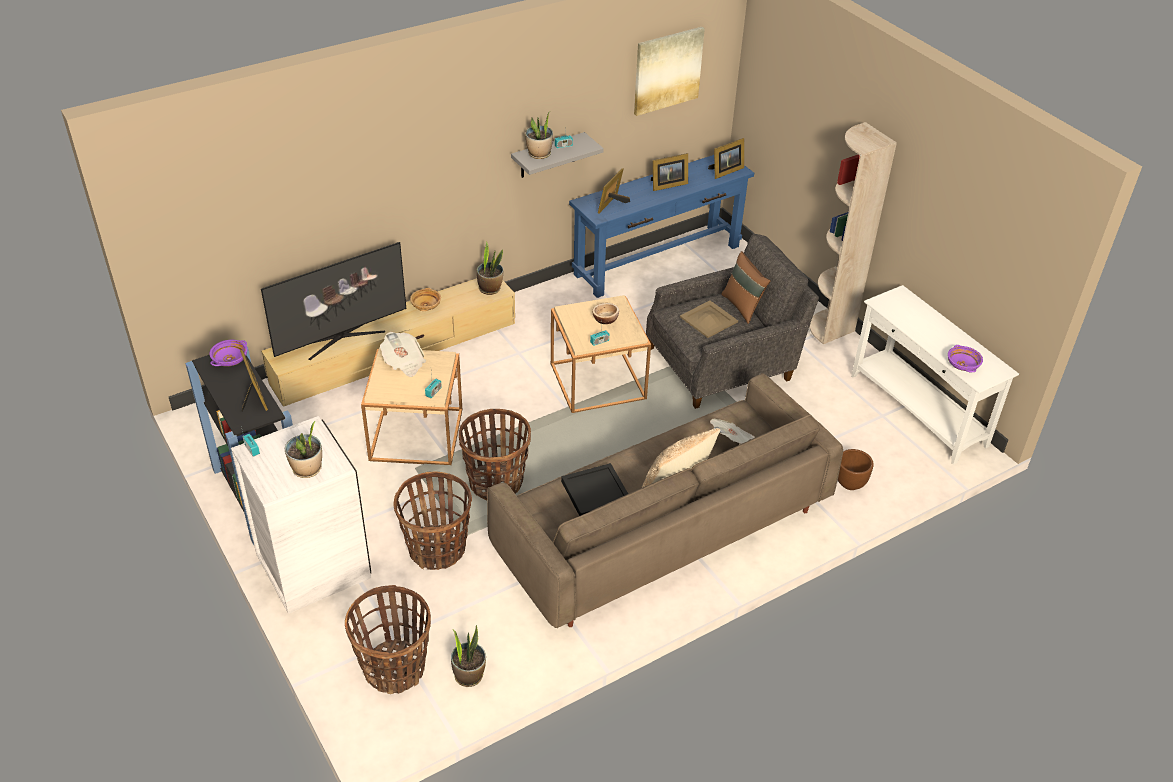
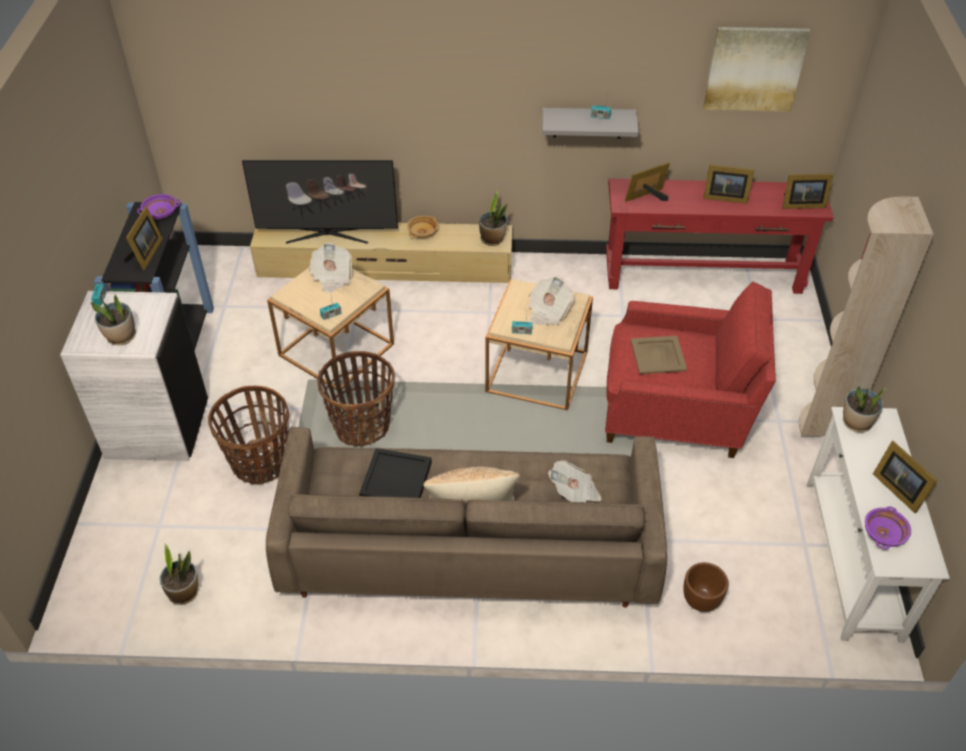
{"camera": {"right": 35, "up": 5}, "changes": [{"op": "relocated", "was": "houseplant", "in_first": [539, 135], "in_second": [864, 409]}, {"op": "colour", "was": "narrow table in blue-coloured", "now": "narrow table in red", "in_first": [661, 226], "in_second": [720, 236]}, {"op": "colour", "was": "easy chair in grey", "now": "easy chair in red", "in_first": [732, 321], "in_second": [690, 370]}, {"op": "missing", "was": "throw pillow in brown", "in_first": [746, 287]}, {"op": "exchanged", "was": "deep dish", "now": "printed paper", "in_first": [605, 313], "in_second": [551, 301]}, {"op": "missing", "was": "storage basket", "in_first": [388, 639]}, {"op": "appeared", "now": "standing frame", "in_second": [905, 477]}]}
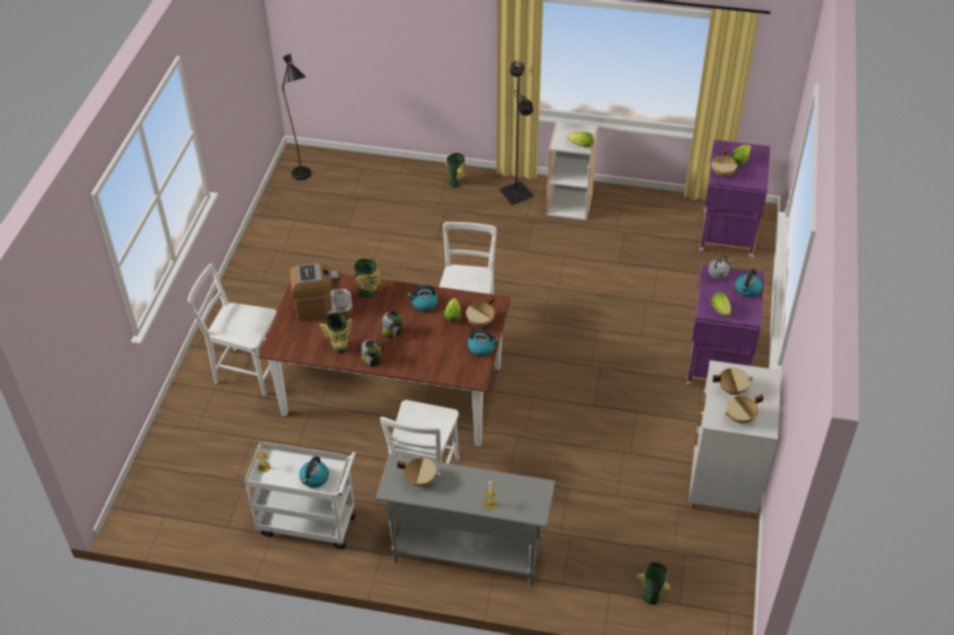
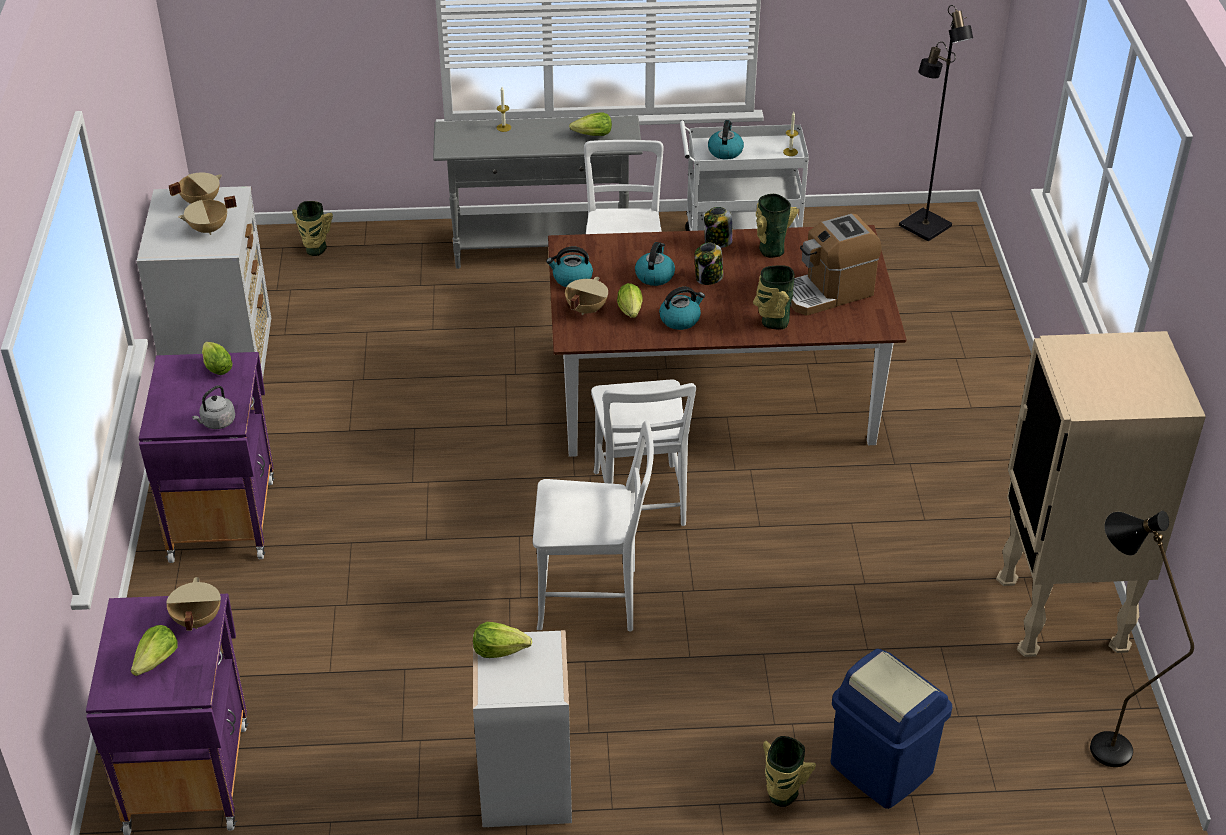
{"camera": {"right": 165, "up": -5}, "changes": [{"op": "relocated", "was": "standing lamp in black", "in_first": [516, 132], "in_second": [936, 123]}, {"op": "relocated", "was": "chair in whitish", "in_first": [232, 330], "in_second": [593, 526]}, {"op": "relocated", "was": "kettle", "in_first": [748, 283], "in_second": [655, 264]}, {"op": "exchanged", "was": "saucepot in beige-coloured", "now": "lettuce head", "in_first": [418, 472], "in_second": [590, 124]}, {"op": "appeared", "now": "storage cabinet in beige-coloured", "in_second": [1101, 494]}, {"op": "appeared", "now": "waste bin in blue-coloured", "in_second": [891, 729]}]}
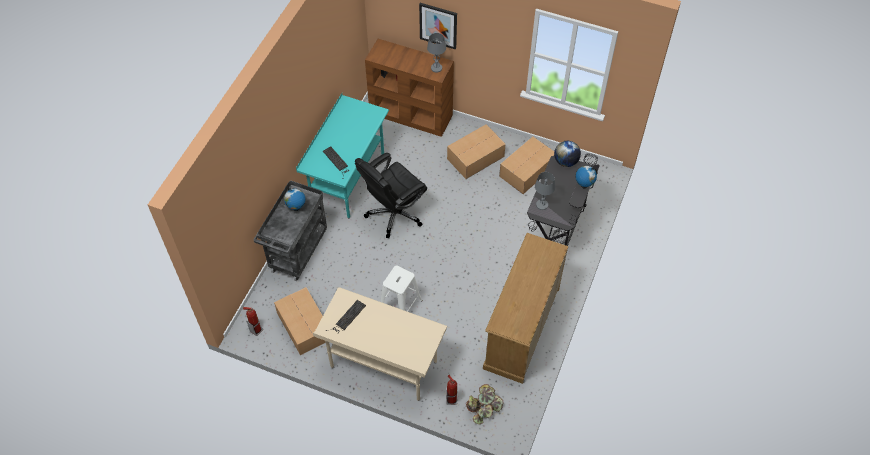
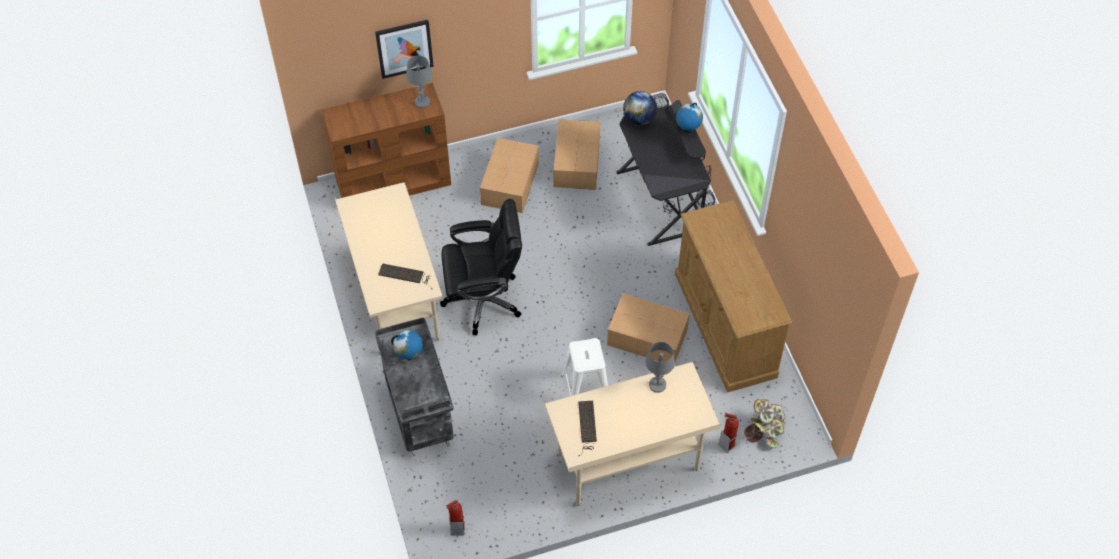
{"camera": {"right": -40, "up": 0}, "changes": [{"op": "colour", "was": "desk unit in turquoise-coloured", "now": "desk unit in beige-coloured", "in_first": [342, 156], "in_second": [389, 261]}, {"op": "spun", "was": "computer chair in black", "in_first": [391, 195], "in_second": [481, 267], "clockwise": -105}, {"op": "relocated", "was": "tabletop lamp in grey", "in_first": [545, 191], "in_second": [660, 367]}, {"op": "relocated", "was": "carton", "in_first": [300, 321], "in_second": [648, 327]}]}
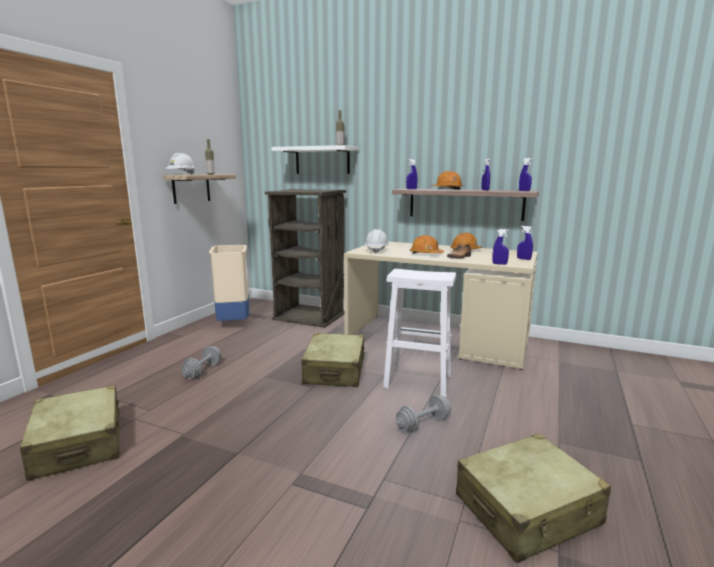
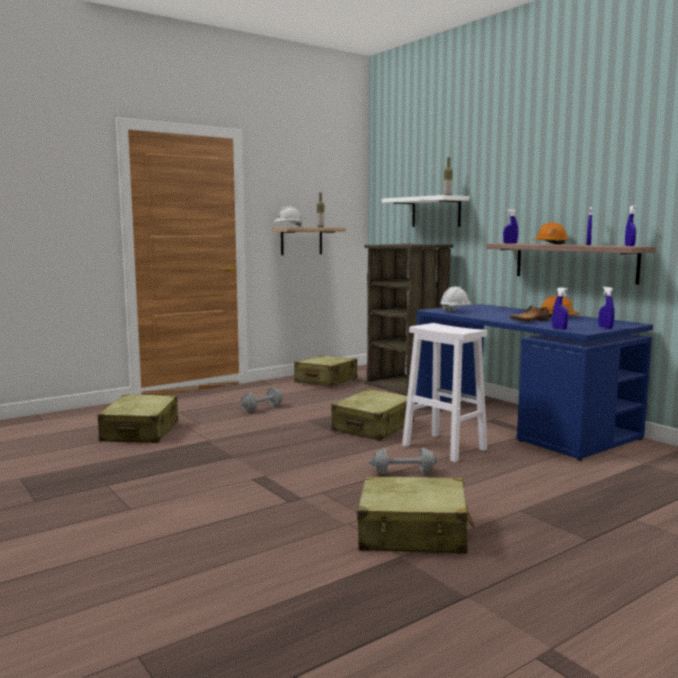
{"camera": {"right": 30, "up": -5}, "changes": [{"op": "missing", "was": "hard hat in orange-coloured", "in_first": [427, 244]}, {"op": "colour", "was": "desk unit in beige-coloured", "now": "desk unit in blue-coloured", "in_first": [441, 306], "in_second": [534, 382]}, {"op": "exchanged", "was": "waste bin in beige-coloured", "now": "travel case in beige-coloured", "in_first": [229, 283], "in_second": [325, 371]}]}
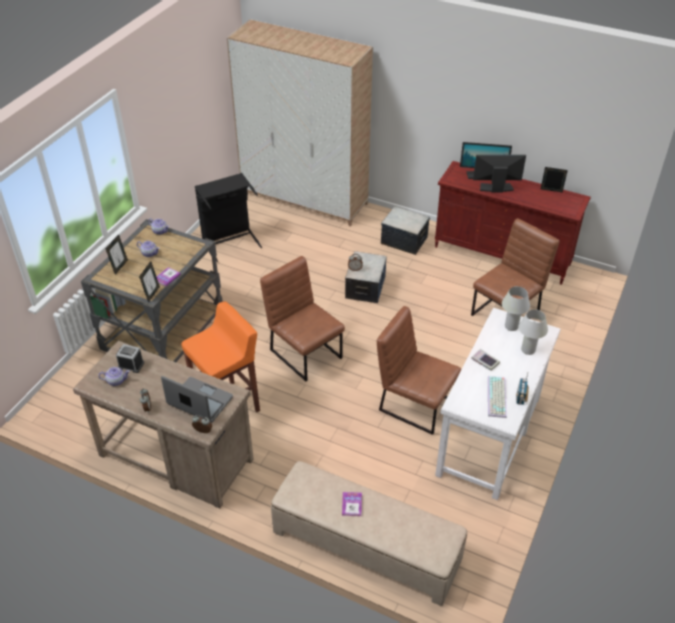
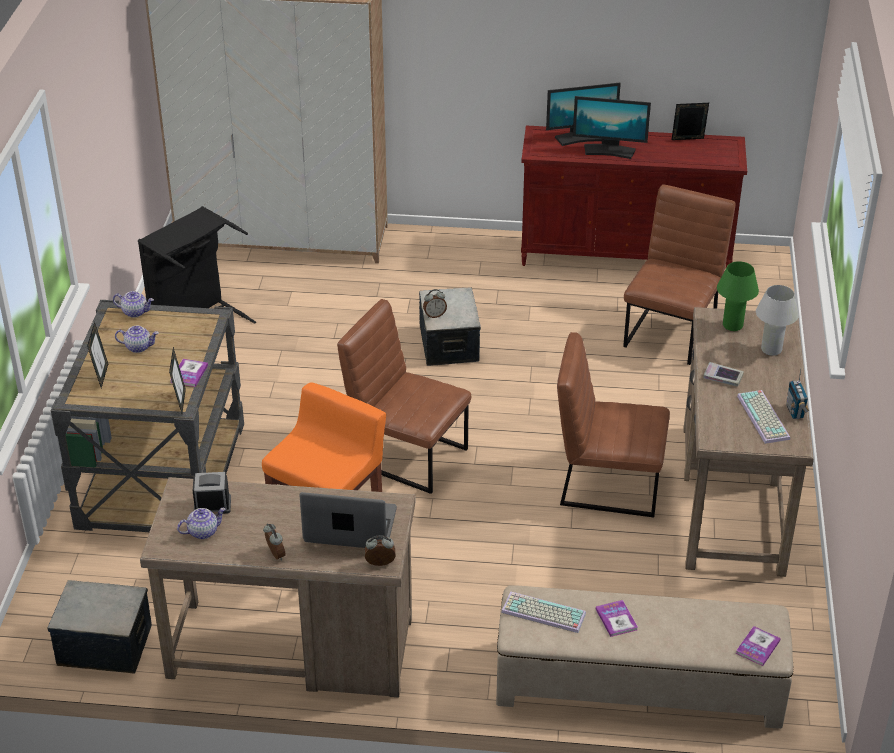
{"camera": {"right": -20, "up": -5}, "changes": [{"op": "spun", "was": "monitor", "in_first": [499, 174], "in_second": [612, 127], "clockwise": -150}, {"op": "relocated", "was": "storage container", "in_first": [405, 230], "in_second": [100, 627]}, {"op": "colour", "was": "tabletop lamp in whitish", "now": "tabletop lamp in greenish", "in_first": [516, 308], "in_second": [738, 296]}, {"op": "colour", "was": "desk unit in whitish", "now": "desk unit in brown", "in_first": [498, 404], "in_second": [749, 442]}, {"op": "appeared", "now": "computer keyboard", "in_second": [543, 612]}, {"op": "appeared", "now": "bound book", "in_second": [758, 646]}]}
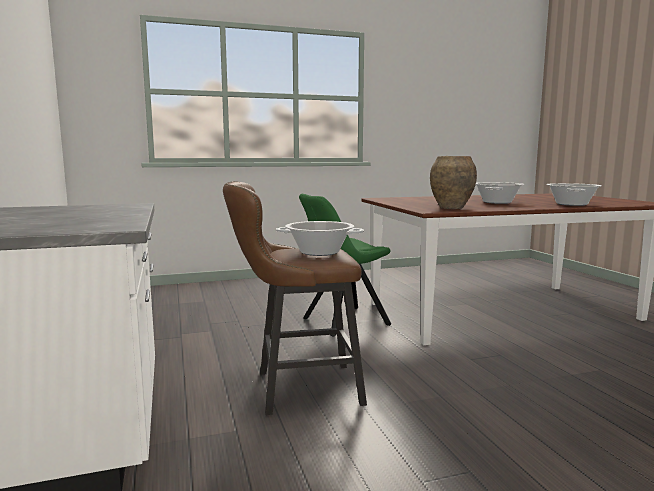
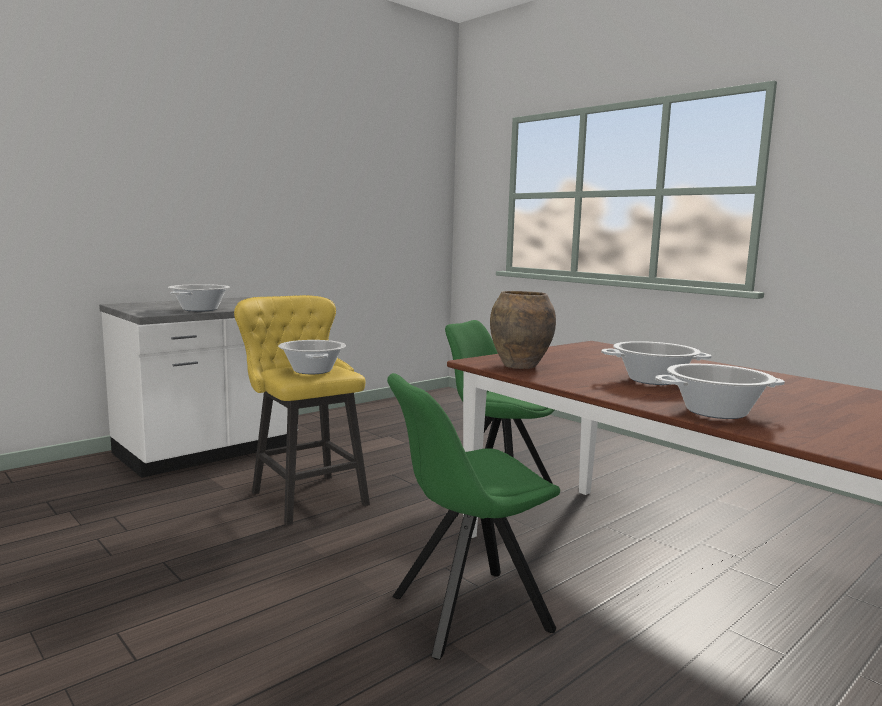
{"camera": {"right": 65, "up": 0}, "changes": [{"op": "colour", "was": "stool seat in brown", "now": "stool seat in yellowish", "in_first": [295, 298], "in_second": [302, 410]}, {"op": "appeared", "now": "saucepot", "in_second": [199, 298]}, {"op": "appeared", "now": "chair in greenish", "in_second": [473, 516]}]}
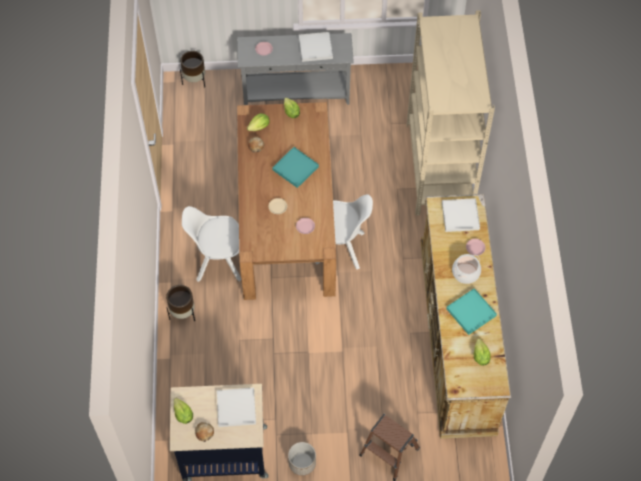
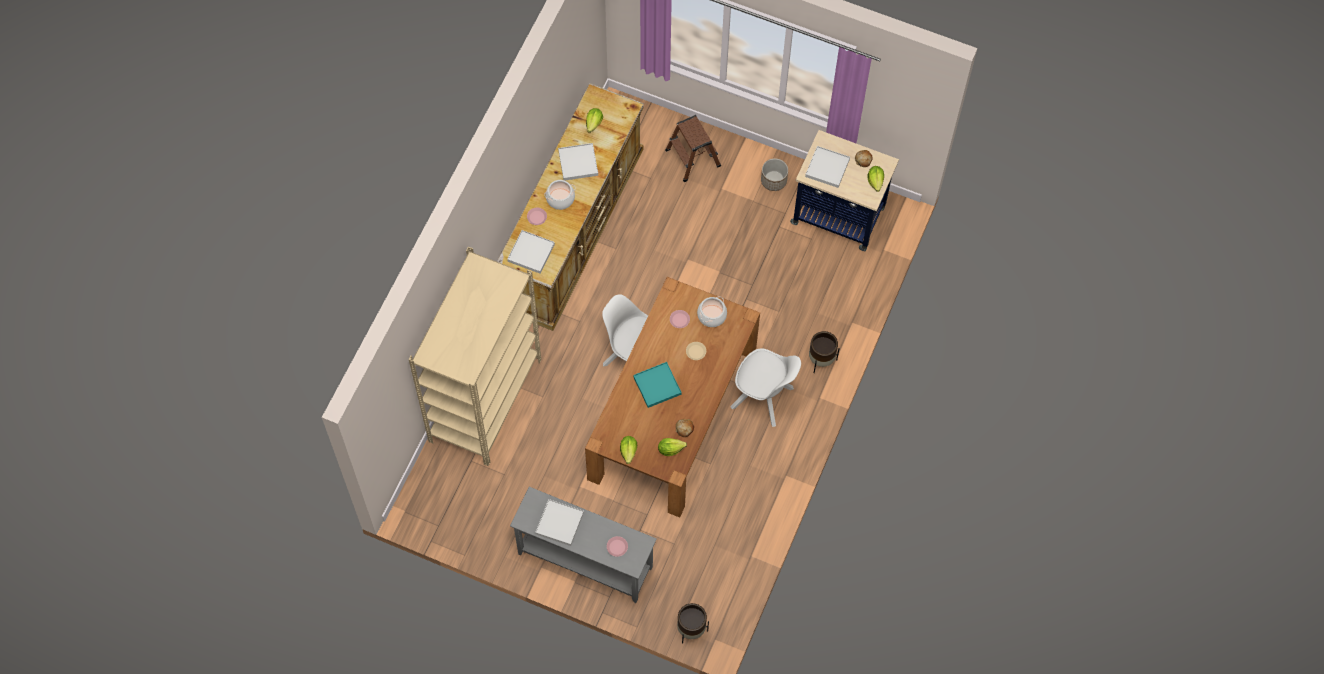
{"camera": {"right": -155, "up": 5}, "changes": [{"op": "colour", "was": "serving tray in turquoise-coloured", "now": "serving tray in whitish", "in_first": [471, 311], "in_second": [578, 161]}, {"op": "appeared", "now": "saucepot", "in_second": [712, 312]}]}
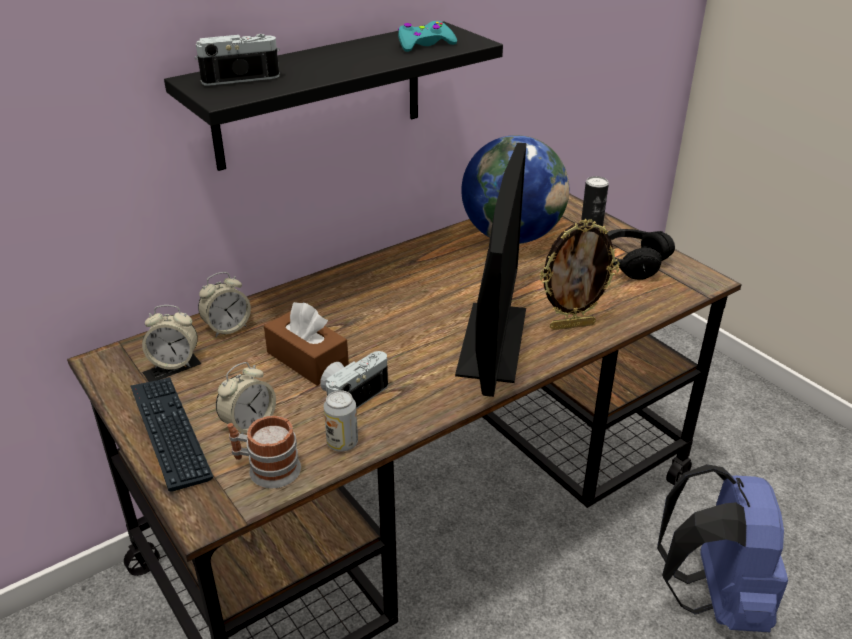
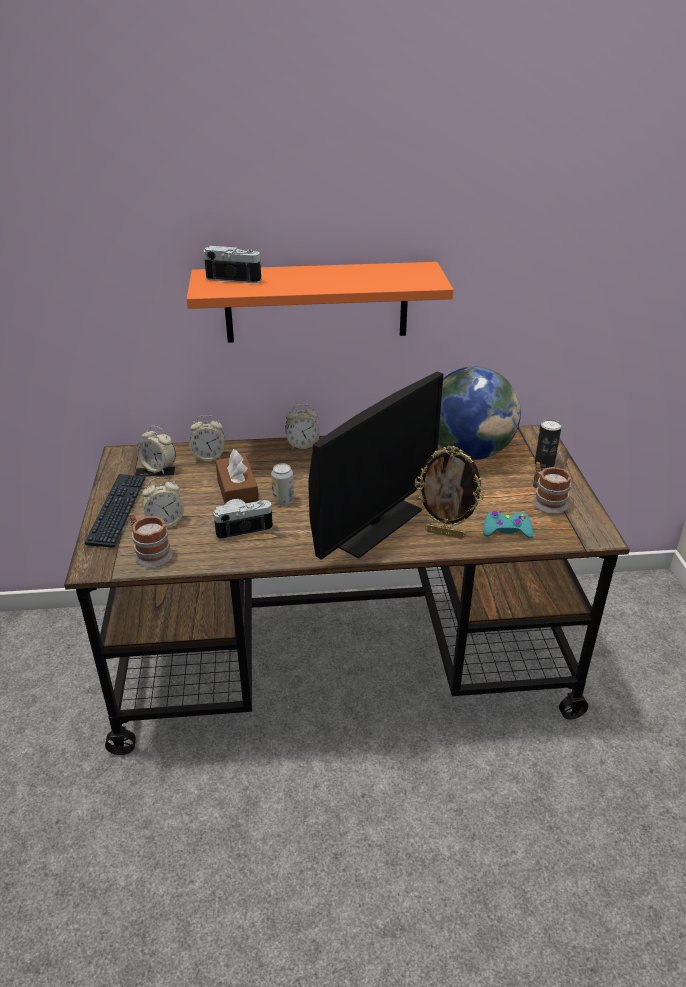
{"camera": {"right": 30, "up": 0}, "changes": [{"op": "colour", "was": "wall shelf in black", "now": "wall shelf in orange-coloured", "in_first": [333, 96], "in_second": [320, 302]}, {"op": "relocated", "was": "gamepad in turquoise-coloured", "in_first": [427, 36], "in_second": [508, 524]}, {"op": "exchanged", "was": "pair of headphones in black", "now": "tea mug", "in_first": [641, 254], "in_second": [551, 488]}, {"op": "relocated", "was": "can", "in_first": [341, 420], "in_second": [282, 485]}, {"op": "missing", "was": "backpack in blue-coloured", "in_first": [722, 548]}, {"op": "appeared", "now": "alarm clock", "in_second": [302, 426]}]}
